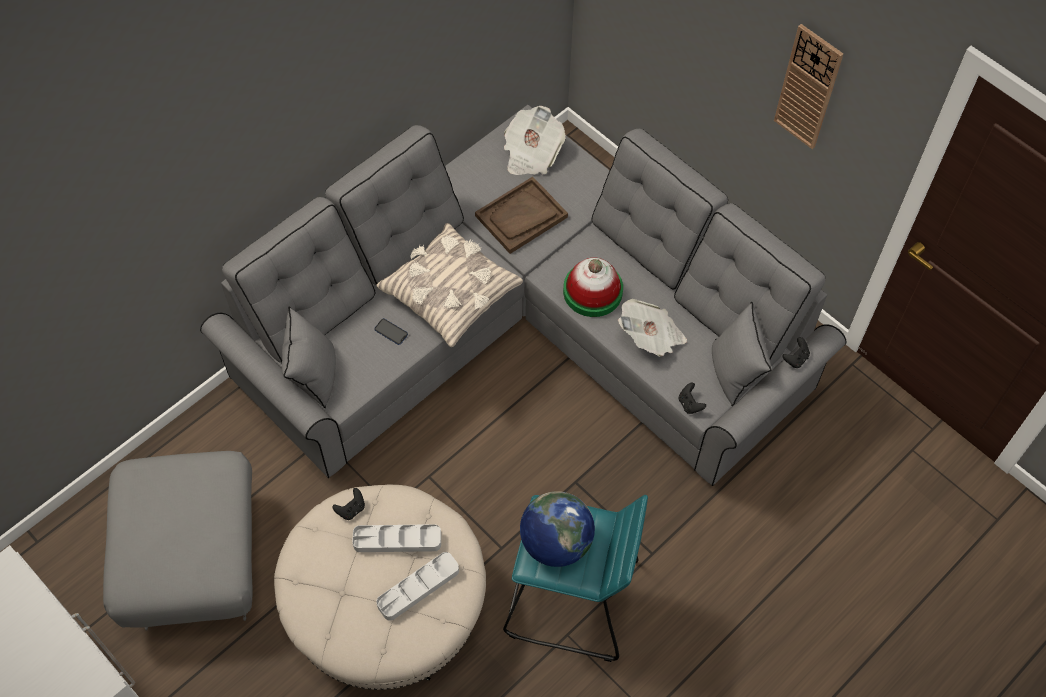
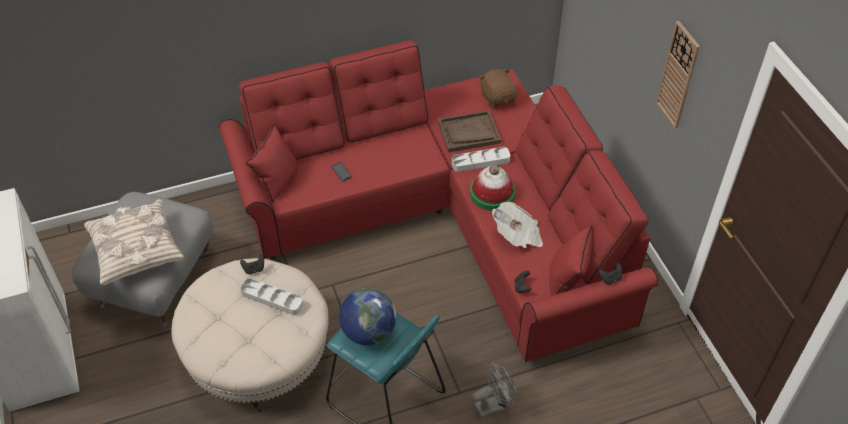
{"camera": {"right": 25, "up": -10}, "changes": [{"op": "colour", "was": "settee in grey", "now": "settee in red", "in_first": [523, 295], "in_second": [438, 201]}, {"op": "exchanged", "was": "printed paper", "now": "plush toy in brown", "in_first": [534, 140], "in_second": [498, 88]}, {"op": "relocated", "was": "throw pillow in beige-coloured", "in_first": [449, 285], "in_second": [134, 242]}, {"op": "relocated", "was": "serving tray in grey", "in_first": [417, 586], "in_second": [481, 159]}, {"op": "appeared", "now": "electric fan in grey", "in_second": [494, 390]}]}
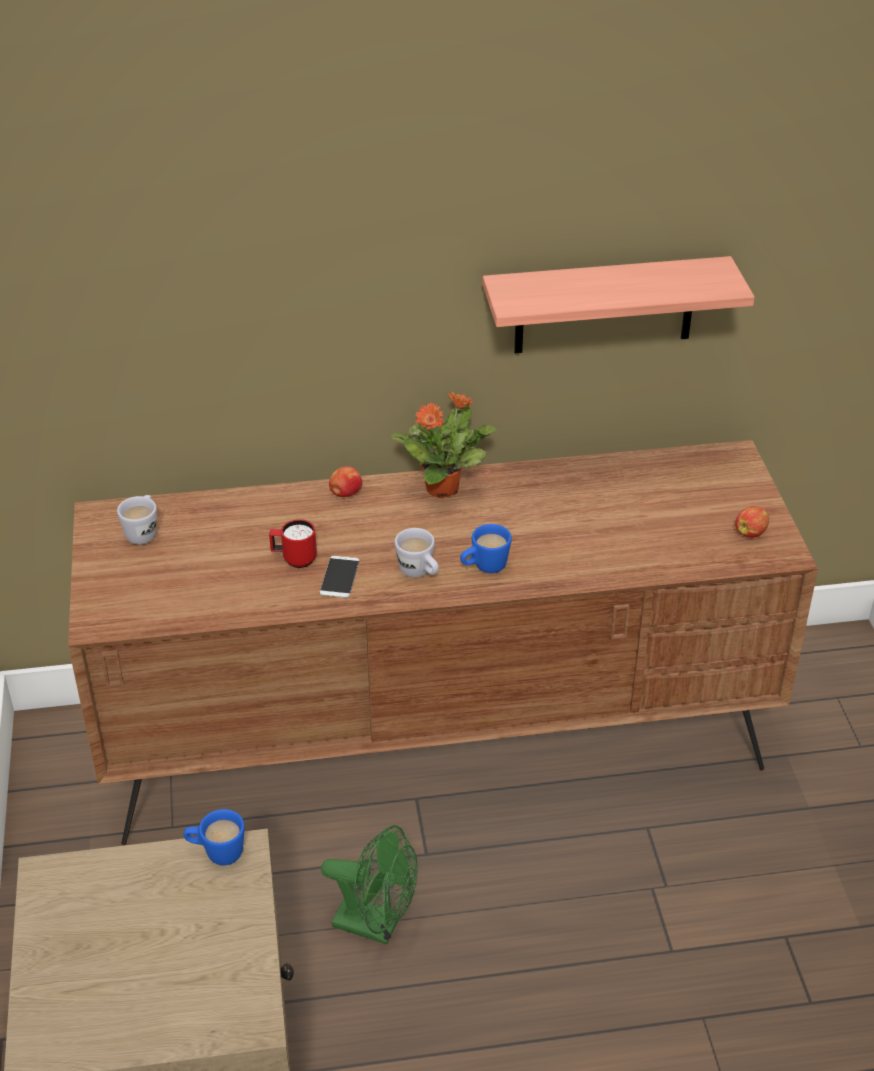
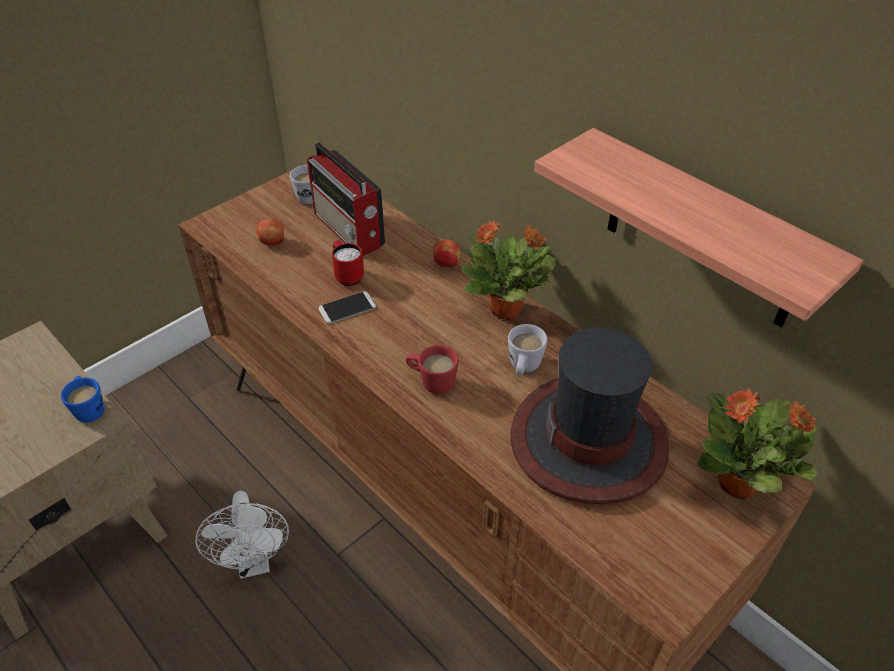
{"camera": {"right": 55, "up": 5}, "changes": [{"op": "relocated", "was": "apple fruit", "in_first": [752, 522], "in_second": [270, 232]}, {"op": "colour", "was": "tea mug in blue-coloured", "now": "tea mug in red", "in_first": [486, 548], "in_second": [432, 369]}, {"op": "relocated", "was": "tea mug in whitish", "in_first": [417, 552], "in_second": [528, 349]}, {"op": "colour", "was": "electric fan in greenish", "now": "electric fan in whitish", "in_first": [369, 884], "in_second": [242, 535]}, {"op": "appeared", "now": "radio set", "in_second": [346, 199]}, {"op": "appeared", "now": "clothing hat", "in_second": [589, 415]}, {"op": "appeared", "now": "houseplant", "in_second": [757, 444]}]}
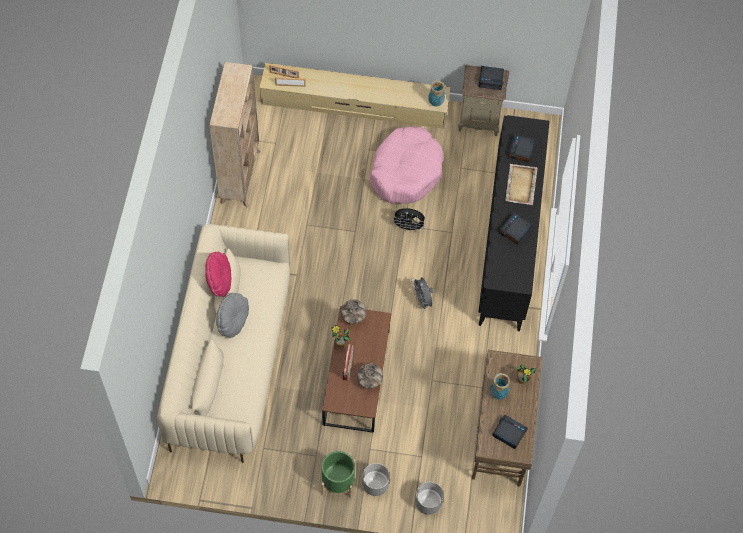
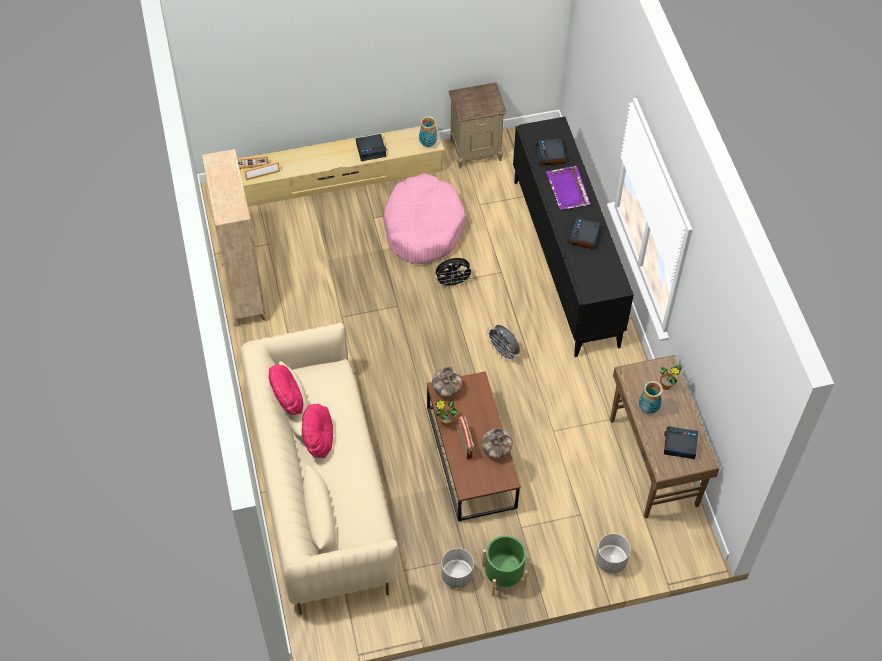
{"camera": {"right": -20, "up": -5}, "changes": [{"op": "relocated", "was": "alarm clock", "in_first": [491, 78], "in_second": [371, 147]}, {"op": "colour", "was": "serving tray in beige-coloured", "now": "serving tray in purplish", "in_first": [521, 184], "in_second": [568, 188]}, {"op": "colour", "was": "throw pillow in grey", "now": "throw pillow in pinkish", "in_first": [232, 315], "in_second": [317, 431]}, {"op": "relocated", "was": "planter in grey", "in_first": [376, 479], "in_second": [457, 568]}]}
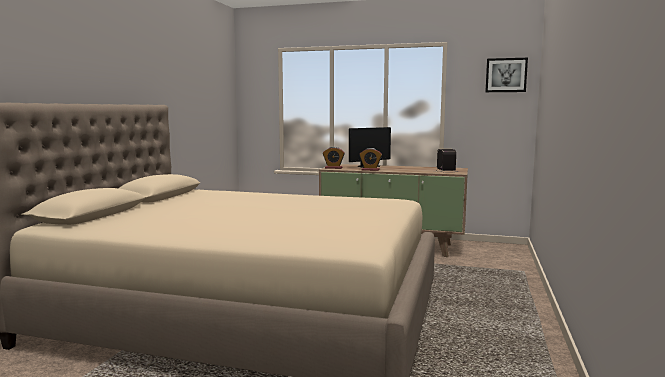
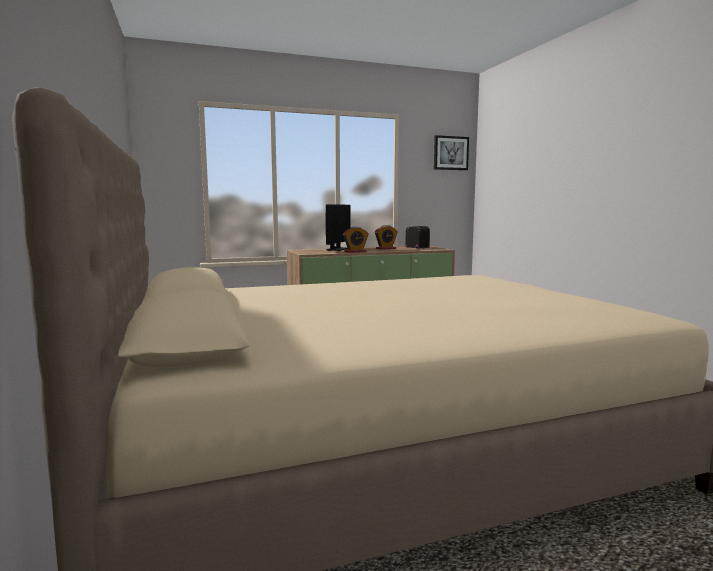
{"camera": {"right": -35, "up": 0}, "changes": [{"op": "relocated", "was": "alarm clock", "in_first": [334, 158], "in_second": [386, 237]}]}
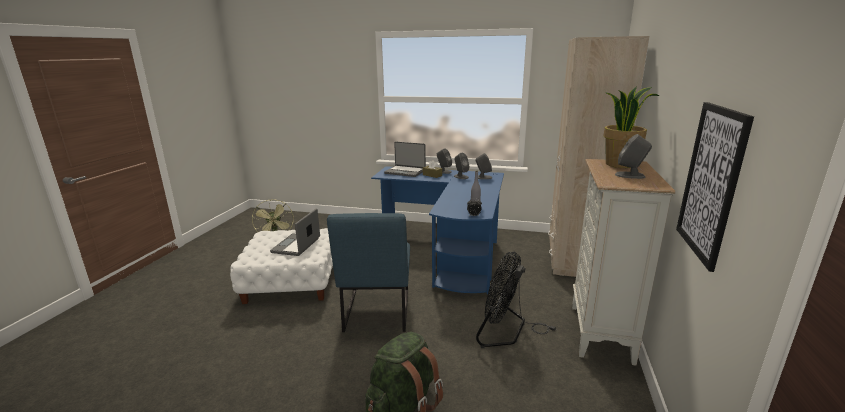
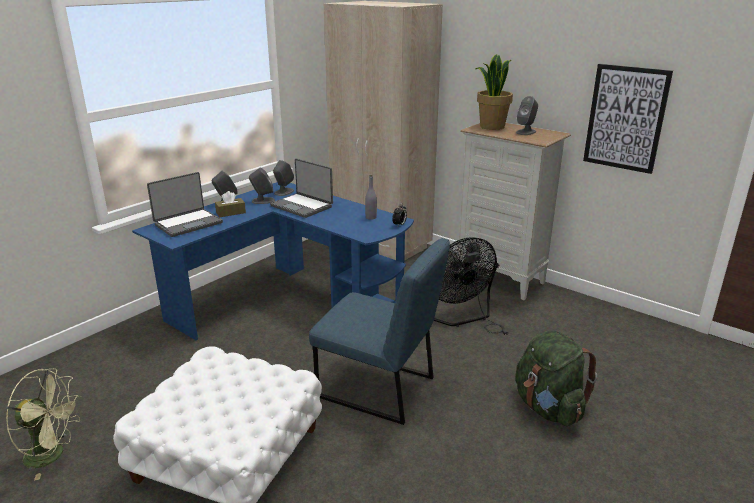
{"camera": {"right": -65, "up": 5}, "changes": [{"op": "relocated", "was": "notebook computer", "in_first": [295, 232], "in_second": [301, 188]}, {"op": "spun", "was": "electric fan in black", "in_first": [516, 300], "in_second": [471, 286], "clockwise": 105}]}
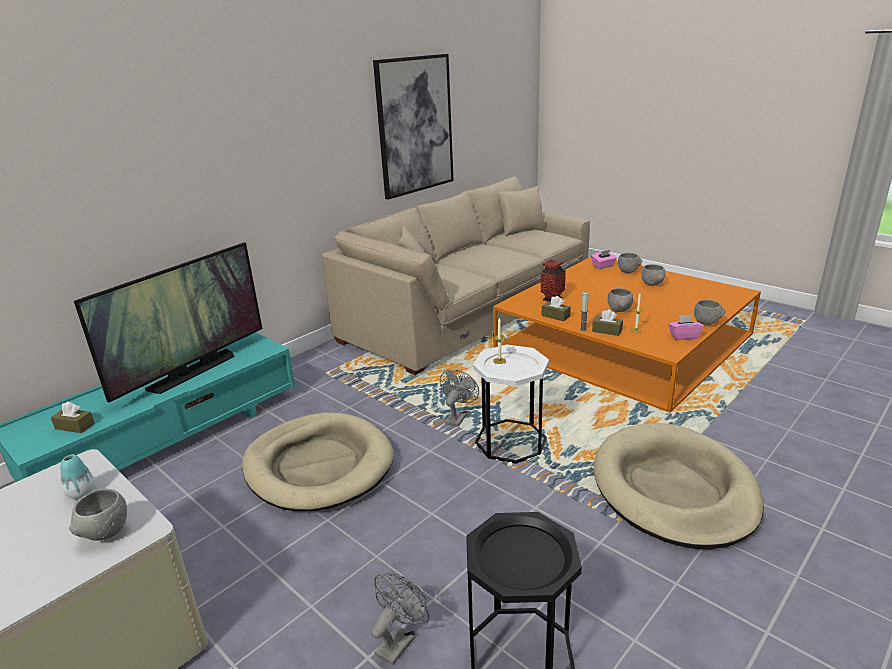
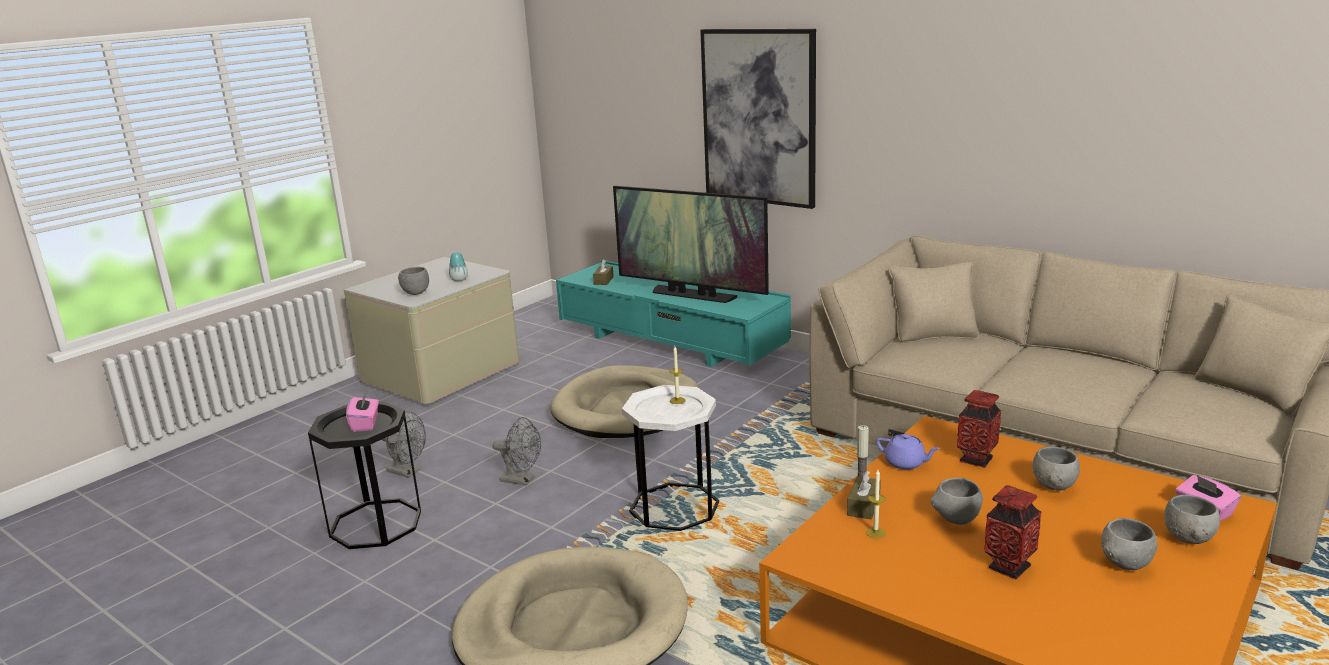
{"camera": {"right": 85, "up": -5}, "changes": [{"op": "relocated", "was": "wall art", "in_first": [413, 127], "in_second": [758, 119]}, {"op": "exchanged", "was": "box of tissues in brown", "now": "tea pot in purplish", "in_first": [556, 308], "in_second": [908, 452]}, {"op": "relocated", "was": "deep dish in grey", "in_first": [709, 312], "in_second": [1056, 469]}, {"op": "relocated", "was": "box of tissues in pinkish", "in_first": [685, 327], "in_second": [362, 412]}, {"op": "relocated", "was": "electric fan in grey", "in_first": [459, 398], "in_second": [516, 451]}, {"op": "appeared", "now": "vase", "in_second": [1013, 532]}]}
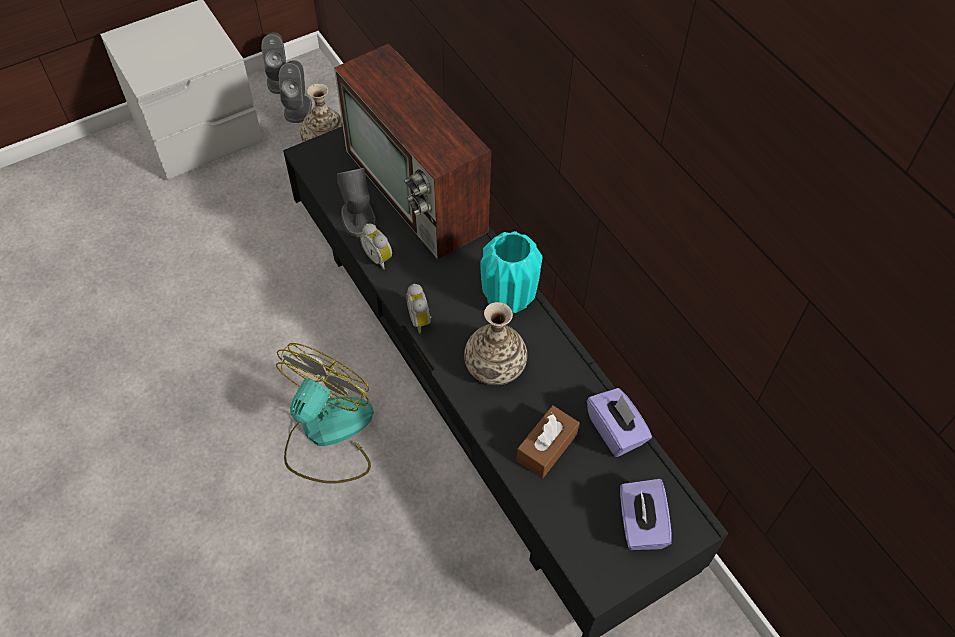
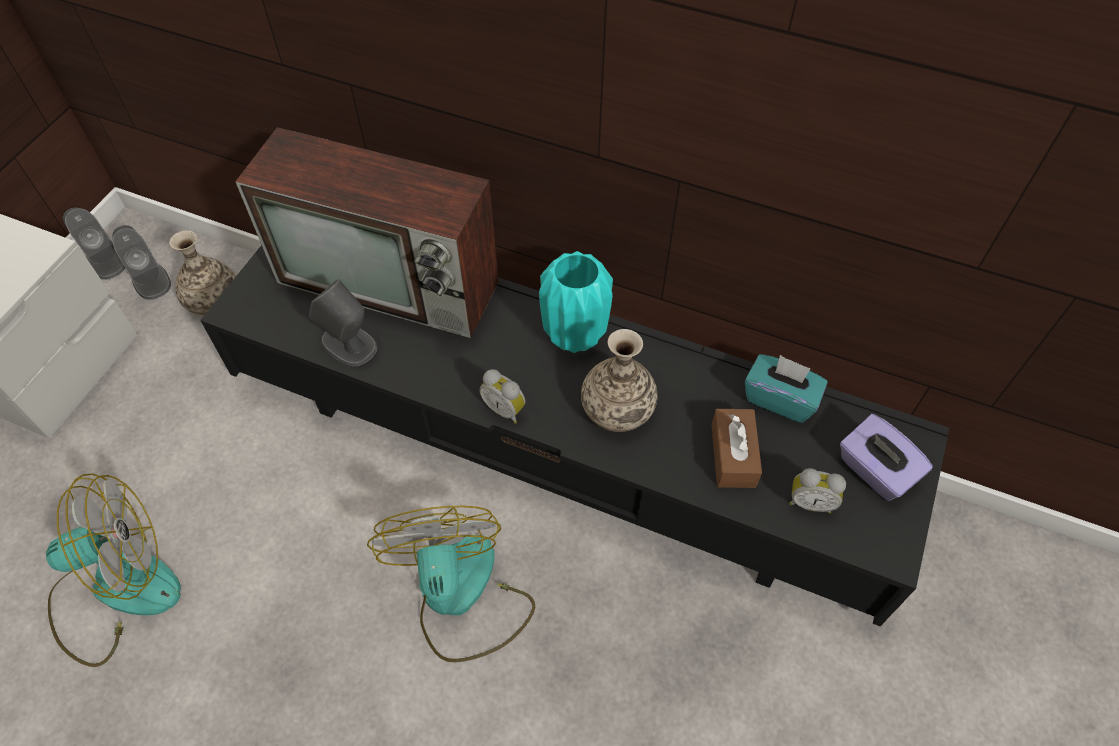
{"camera": {"right": -35, "up": 0}, "changes": [{"op": "relocated", "was": "alarm clock", "in_first": [376, 246], "in_second": [817, 491]}, {"op": "colour", "was": "box of tissues in purplish", "now": "box of tissues in turquoise-coloured", "in_first": [619, 422], "in_second": [786, 388]}, {"op": "appeared", "now": "electric fan", "in_second": [113, 570]}]}
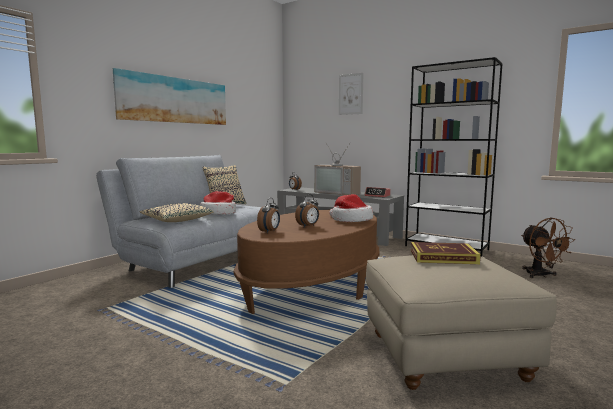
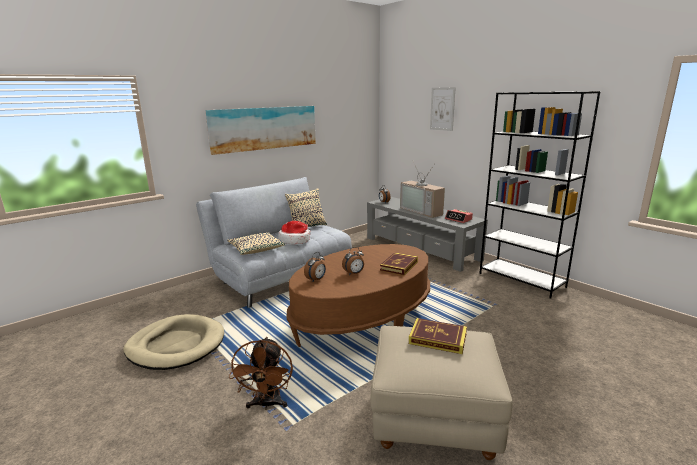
{"camera": {"right": 15, "up": 10}, "changes": [{"op": "exchanged", "was": "clothing hat", "now": "bound book", "in_first": [351, 208], "in_second": [399, 264]}, {"op": "relocated", "was": "electric fan in brown", "in_first": [548, 247], "in_second": [261, 373]}, {"op": "appeared", "now": "dog bed in beige-coloured", "in_second": [173, 342]}]}
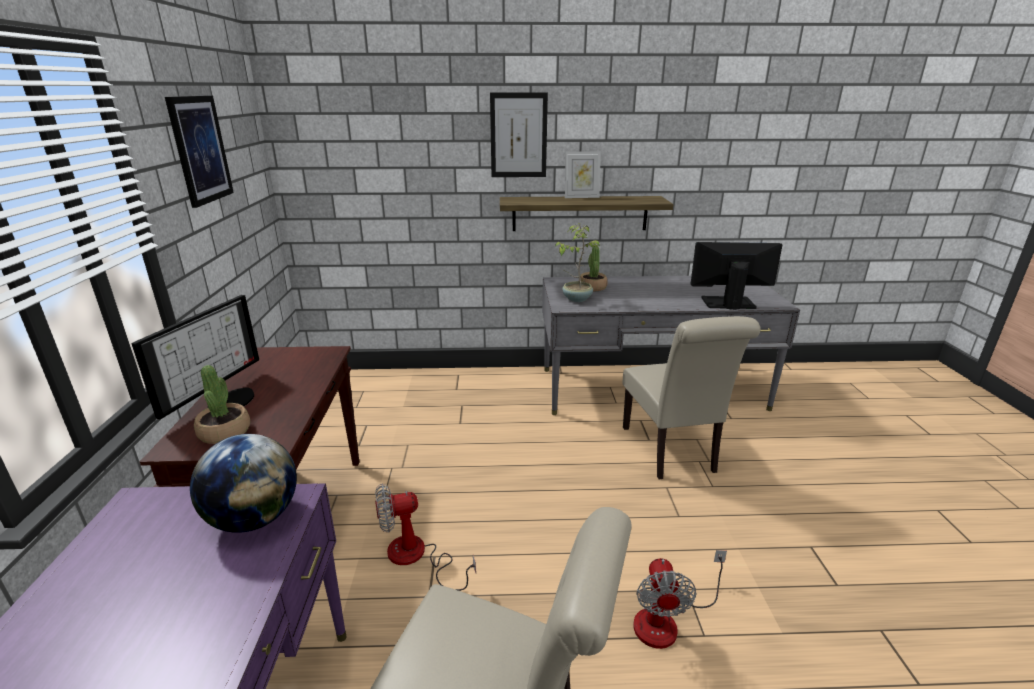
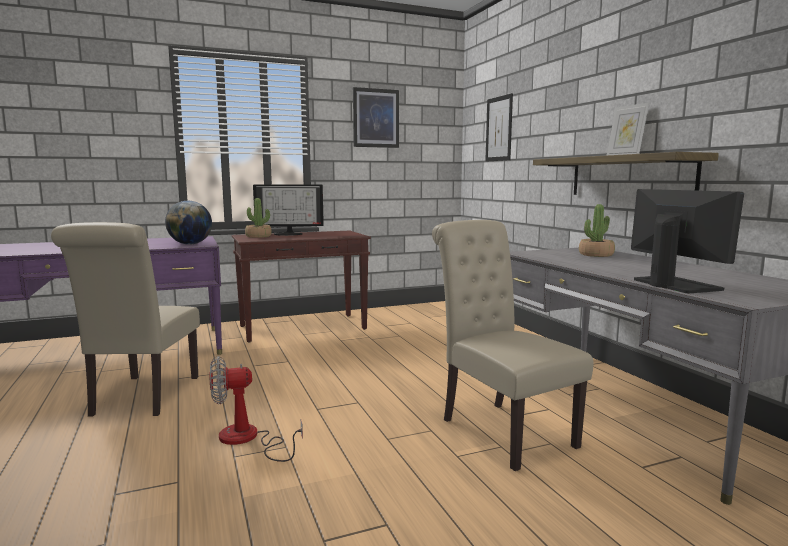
{"camera": {"right": 70, "up": -15}, "changes": [{"op": "relocated", "was": "wall art", "in_first": [519, 134], "in_second": [499, 127]}, {"op": "missing", "was": "houseplant", "in_first": [577, 262]}, {"op": "spun", "was": "chair in beige-coloured", "in_first": [692, 397], "in_second": [512, 345], "clockwise": 90}, {"op": "missing", "was": "electric fan", "in_first": [425, 537]}]}
